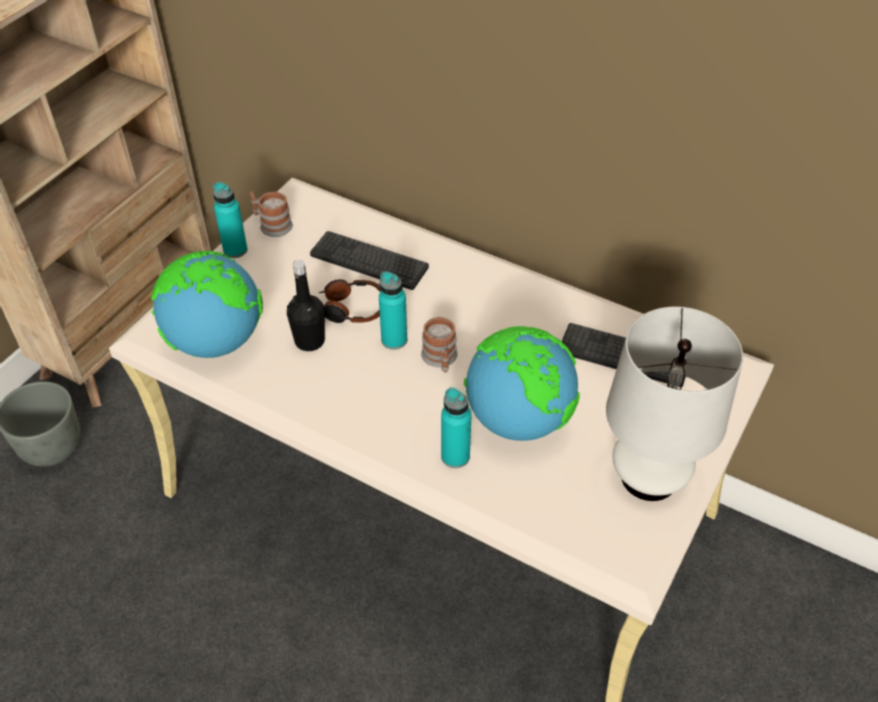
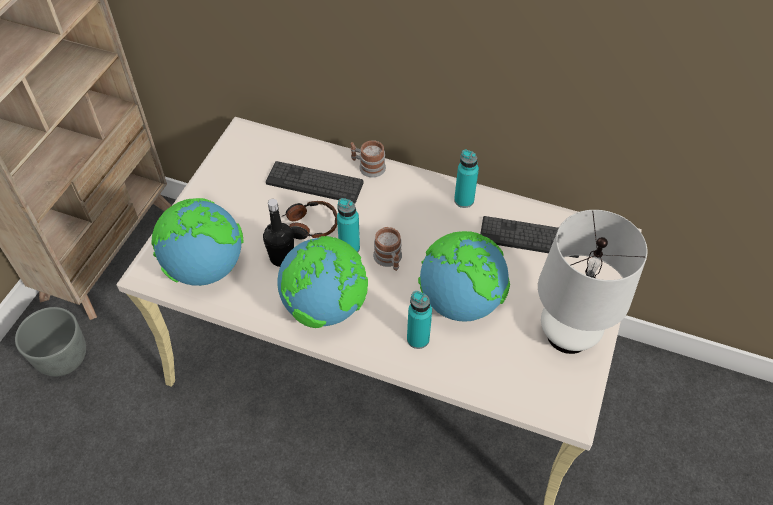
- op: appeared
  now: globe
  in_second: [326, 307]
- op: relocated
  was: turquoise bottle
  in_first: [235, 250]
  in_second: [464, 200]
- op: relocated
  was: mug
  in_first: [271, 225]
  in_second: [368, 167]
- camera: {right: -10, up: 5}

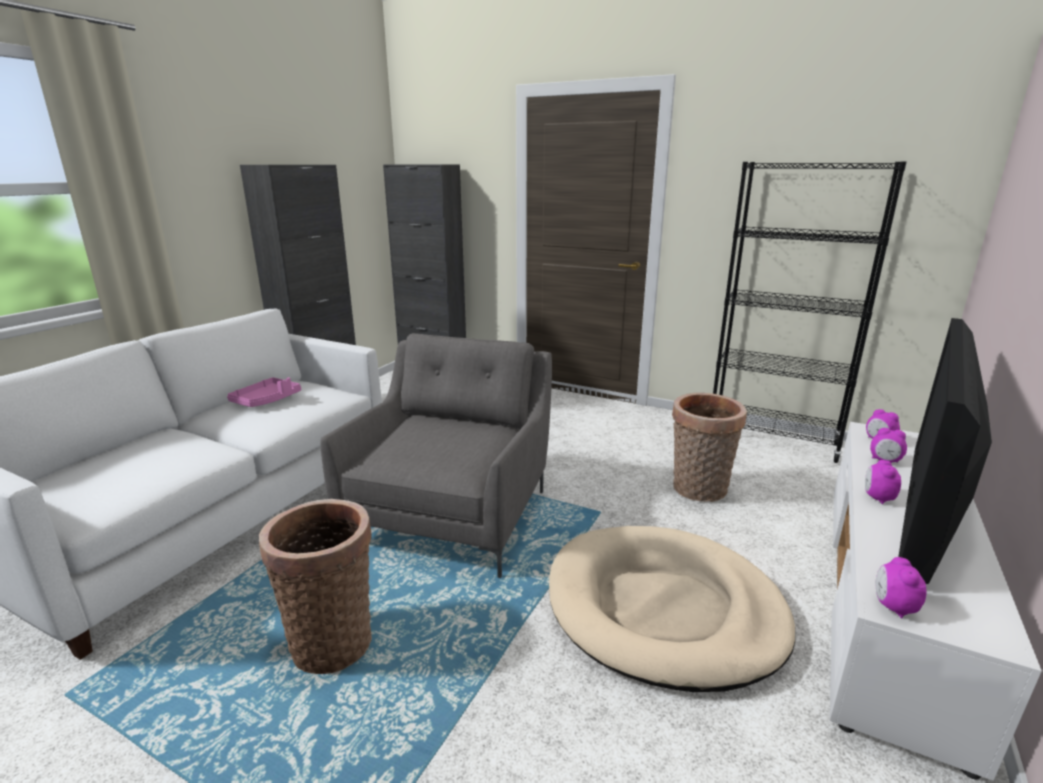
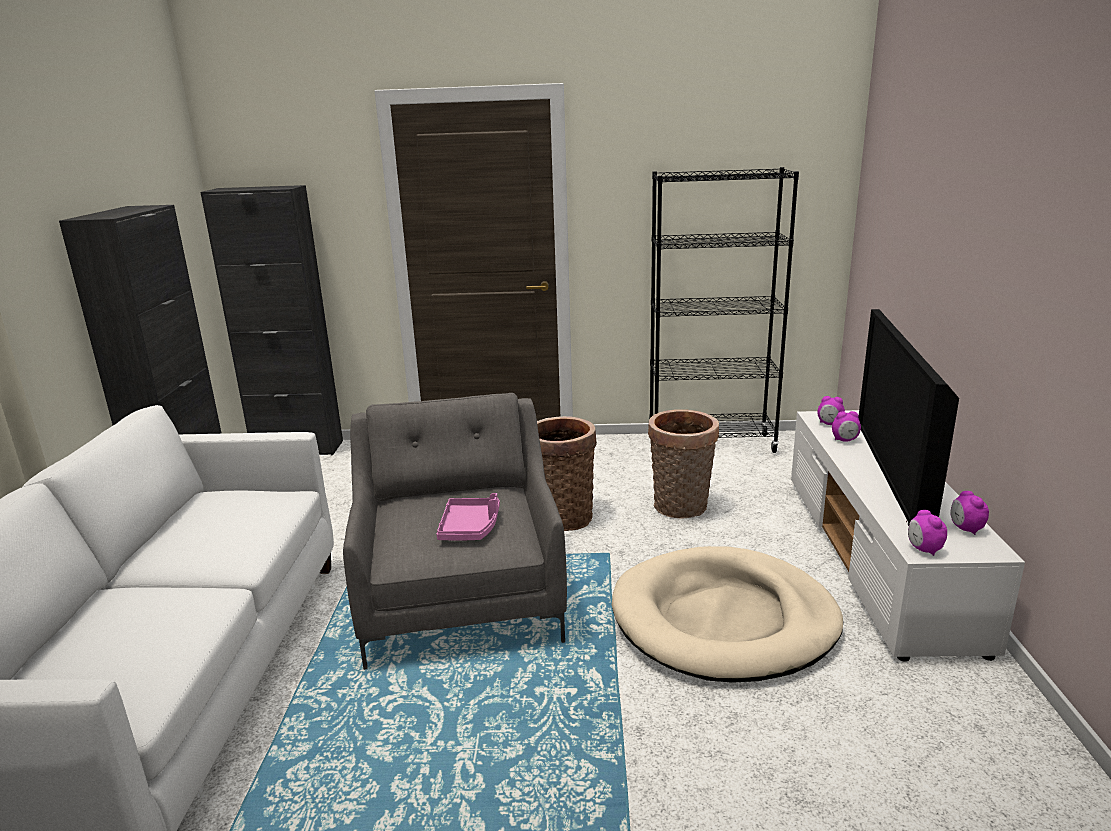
- op: relocated
  was: pink tray
  in_first: [267, 400]
  in_second: [470, 528]
- op: relocated
  was: basket
  in_first: [332, 640]
  in_second: [563, 516]
- op: relocated
  was: alarm clock
  in_first: [877, 498]
  in_second: [965, 529]
- camera: {right: -25, up: 0}

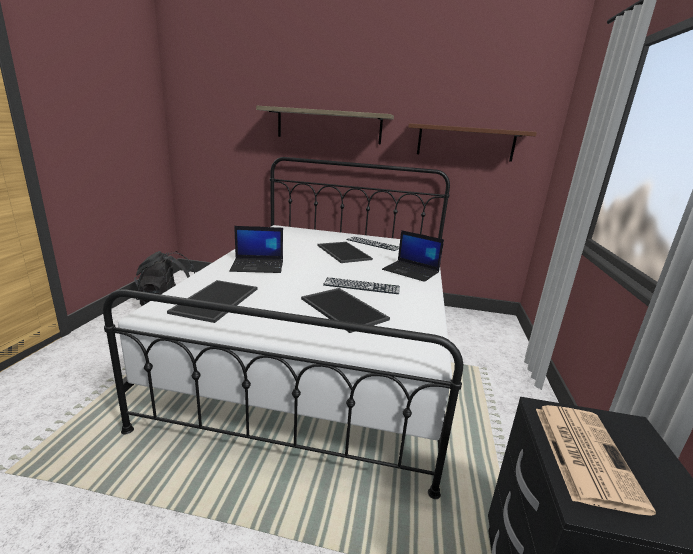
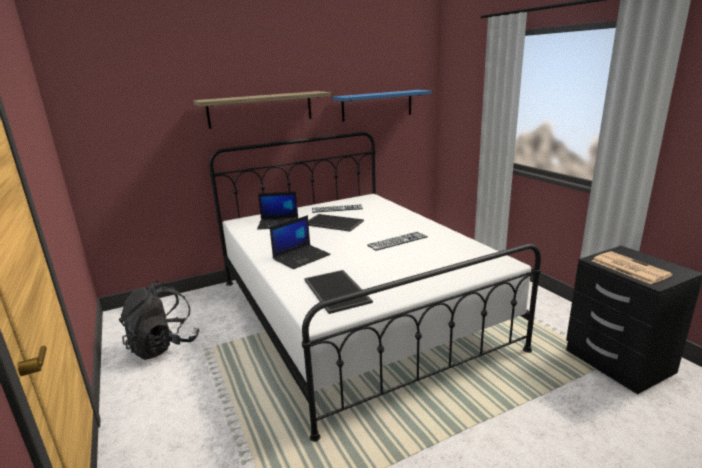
- op: missing
  was: tray
  in_first: [345, 309]
- op: relocated
  was: laptop
  in_first: [411, 271]
  in_second: [279, 223]
- op: colour
  was: brown shelf
  now: blue shelf
  in_first: [465, 143]
  in_second: [377, 105]
- camera: {right: -35, up: 0}

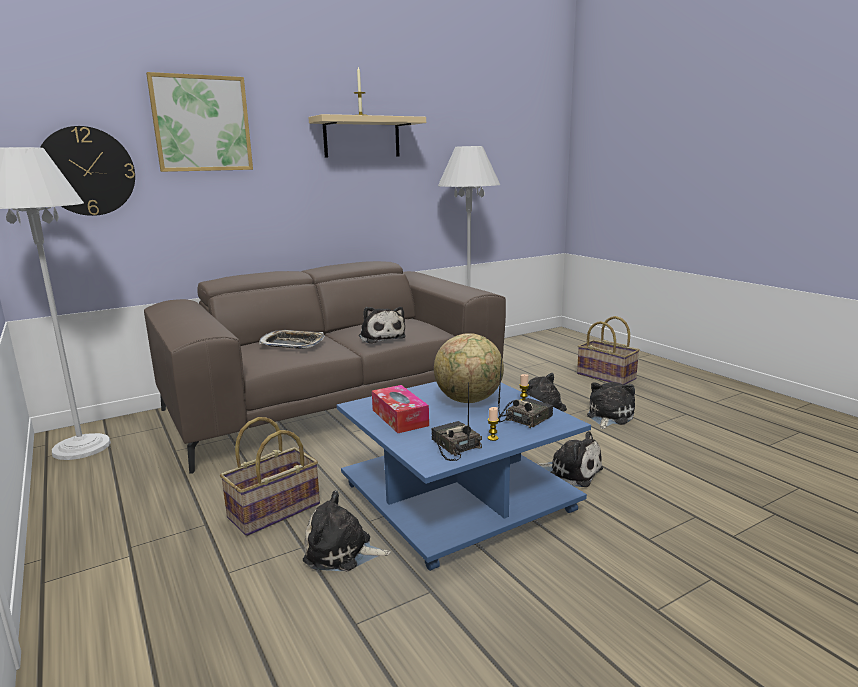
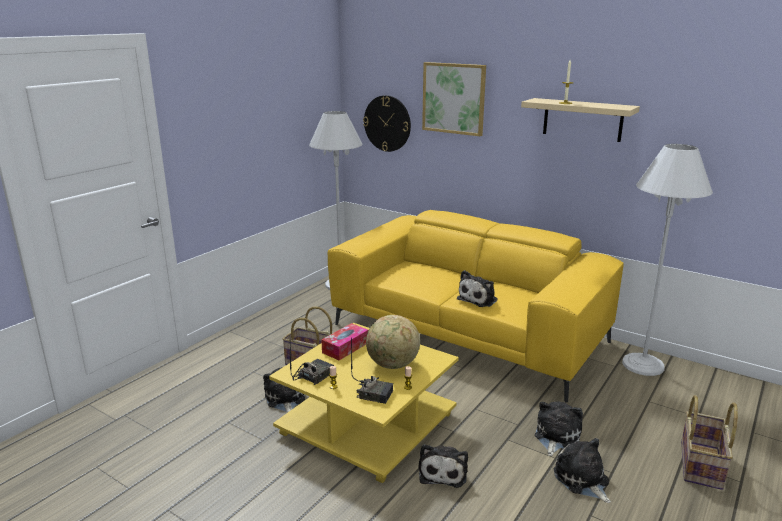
- op: missing
  was: tray
  in_first: [292, 344]
- op: colour
  was: brown sofa
  now: yellow sofa
  in_first: [334, 402]
  in_second: [468, 333]
- op: colour
  was: blue coffee table
  now: yellow coffee table
  in_first: [458, 496]
  in_second: [369, 424]
- op: spun
  was: plush toy
  in_first: [608, 416]
  in_second: [582, 480]
  clockwise: -120
- camera: {right: 65, up: 5}

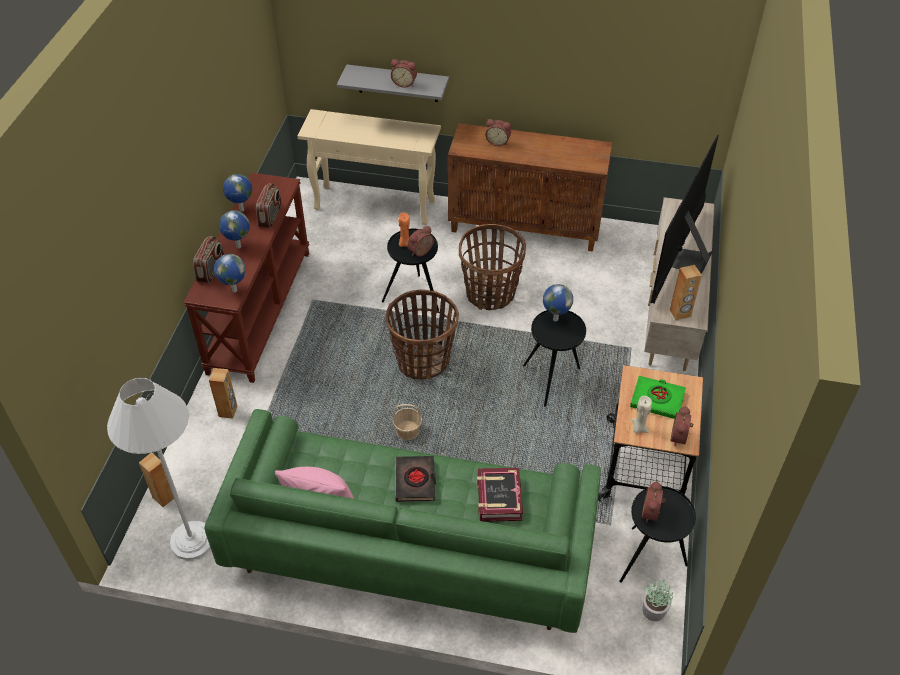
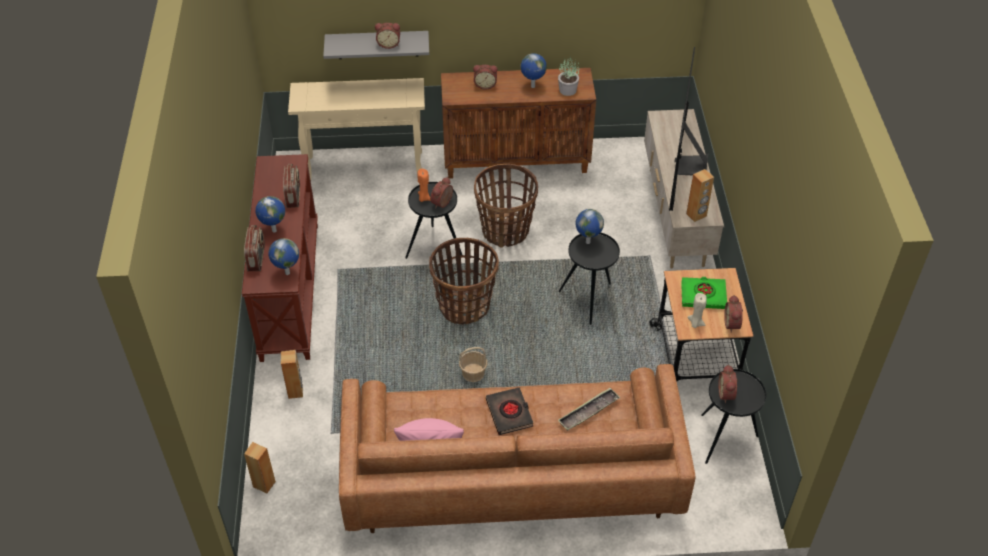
- op: missing
  was: white floor lamp
  in_first: [191, 540]
- op: relocated
  was: globe
  in_first: [241, 210]
  in_second: [532, 86]
- op: relocated
  was: potted plant
  in_first: [654, 611]
  in_second: [568, 90]
- op: exchanged
  was: book
  now: tray
  in_first: [498, 498]
  in_second: [588, 412]
- op: colour
  was: green sofa
  now: brown sofa
  in_first: [410, 545]
  in_second: [512, 474]
- camera: {right: -15, up: 0}

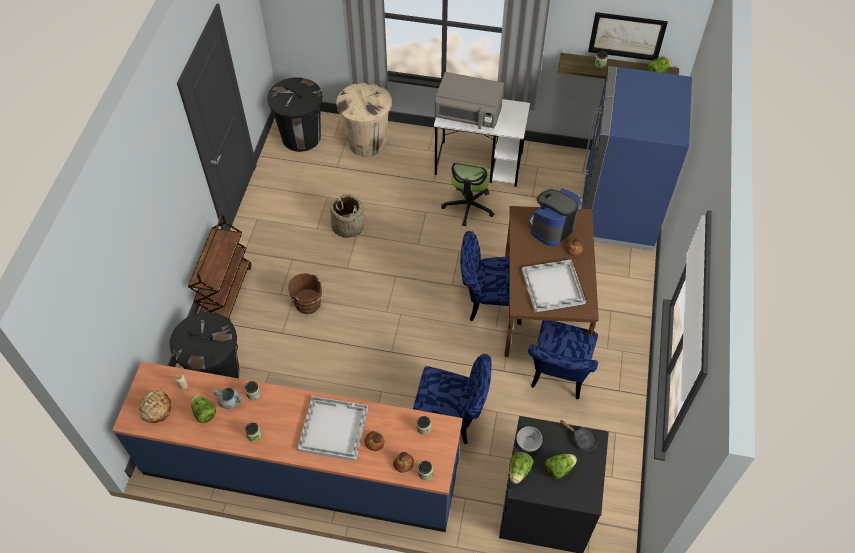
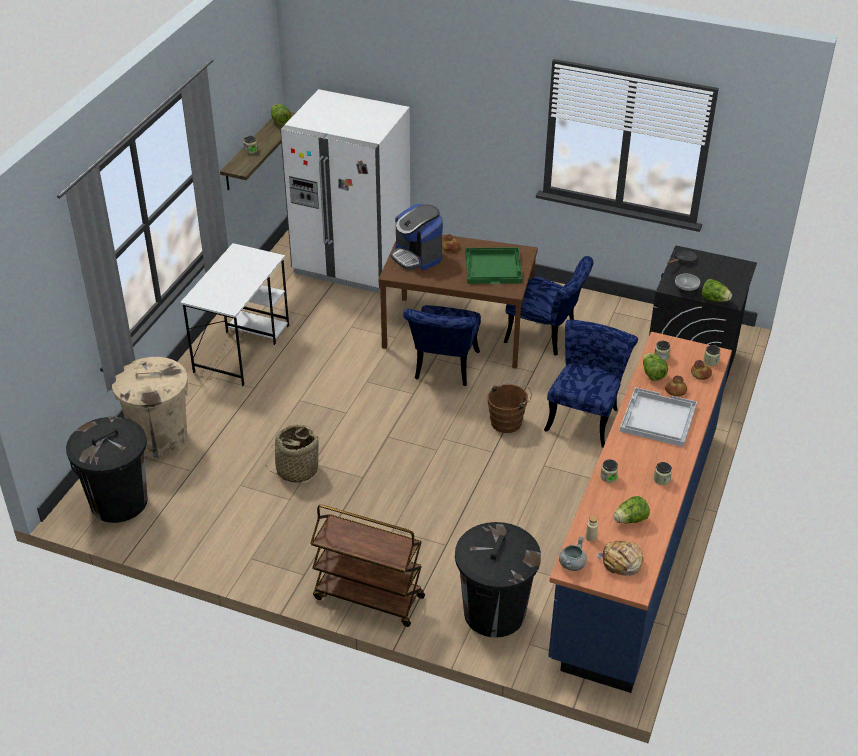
- op: missing
  was: grey microwave
  in_first: [468, 115]
- op: missing
  was: office chair
  in_first: [468, 206]
- op: missing
  was: picture
  in_first: [626, 36]
- op: relocated
  was: grey cooking pot
  in_first: [230, 401]
  in_second: [571, 564]
- op: relocated
  was: brown bucket
  in_first: [309, 304]
  in_second: [508, 421]
- op: relocated
  was: lettuce
  in_first: [559, 469]
  in_second: [652, 374]
- op: colour
  was: white tray
  now: green tray
  in_first: [553, 287]
  in_second: [493, 267]
- op: colour
  was: blue fridge
  now: white fridge
  in_first: [617, 211]
  in_second: [352, 263]
- camera: {right: -80, up: -15}

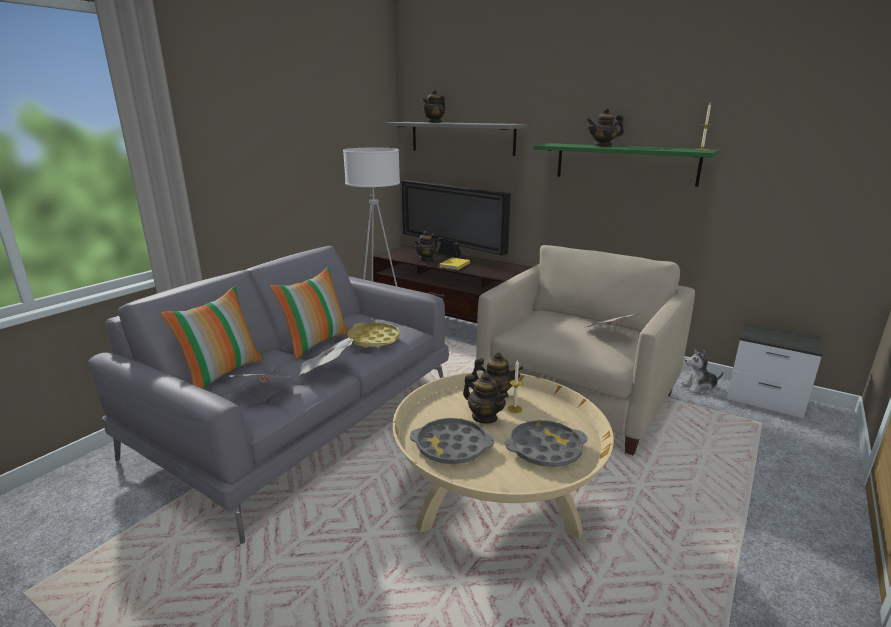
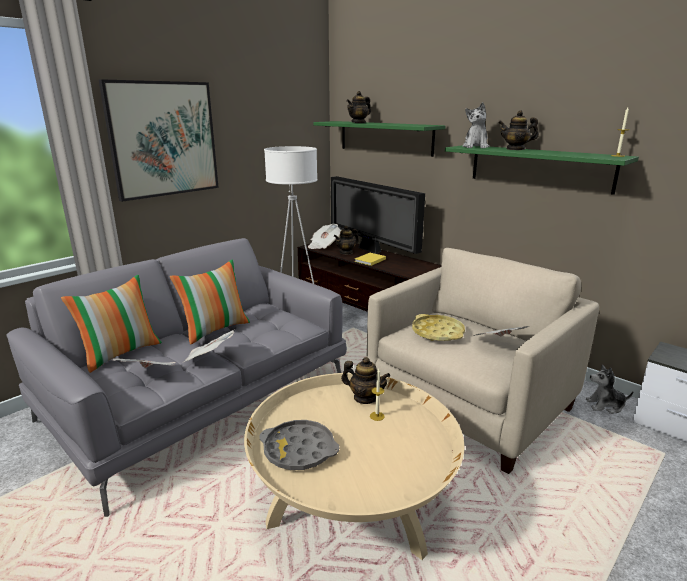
- op: missing
  was: teapot
  in_first: [484, 417]
- op: missing
  was: grey tray
  in_first: [545, 449]
- op: appeared
  now: picture
  in_second: [163, 139]
- op: appeared
  now: newspaper
  in_second: [324, 245]
- op: appeared
  now: plush toy
  in_second: [475, 147]
- op: relocated
  was: yellow tray
  in_first: [374, 339]
  in_second: [437, 332]
- op: colour
  was: grey shelf
  now: green shelf
  in_first: [461, 138]
  in_second: [385, 137]
- camera: {right: 10, up: 0}

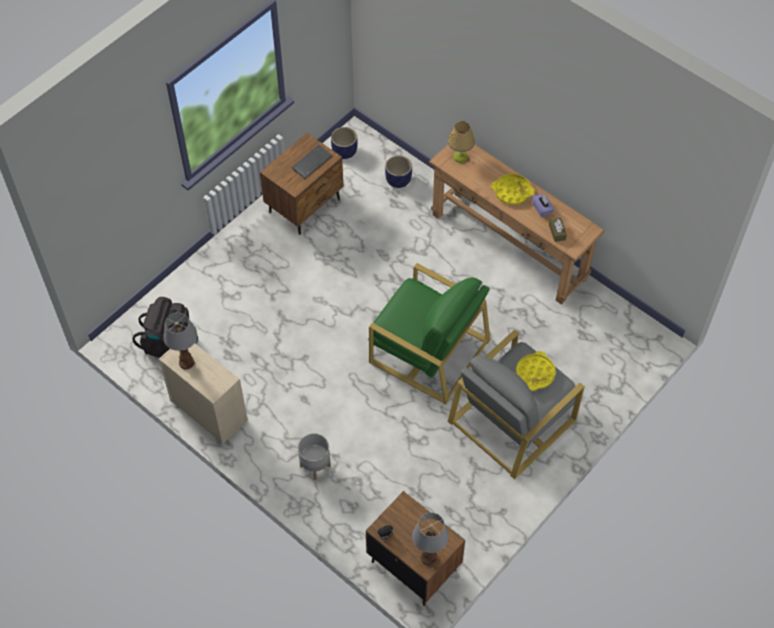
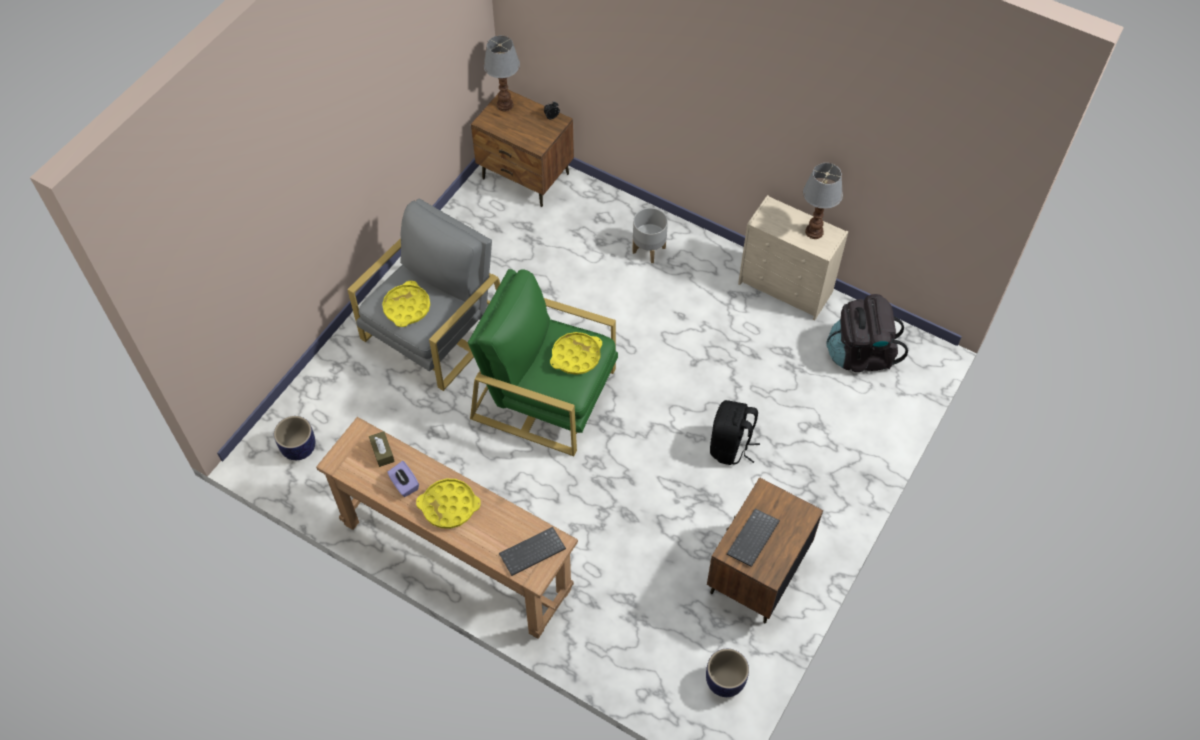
- op: appeared
  now: yellow tray
  in_second: [576, 356]
- op: appeared
  now: black backpack
  in_second: [730, 447]
- op: relocated
  was: planter
  in_first: [398, 180]
  in_second: [299, 447]
- op: exchanged
  was: table lamp
  now: keyboard
  in_first: [460, 157]
  in_second: [532, 553]
- camera: {right: 170, up: 0}

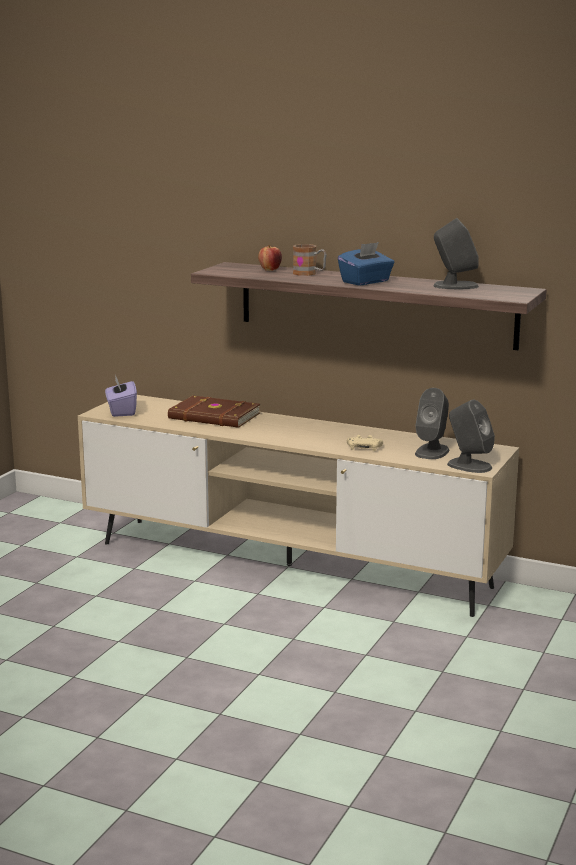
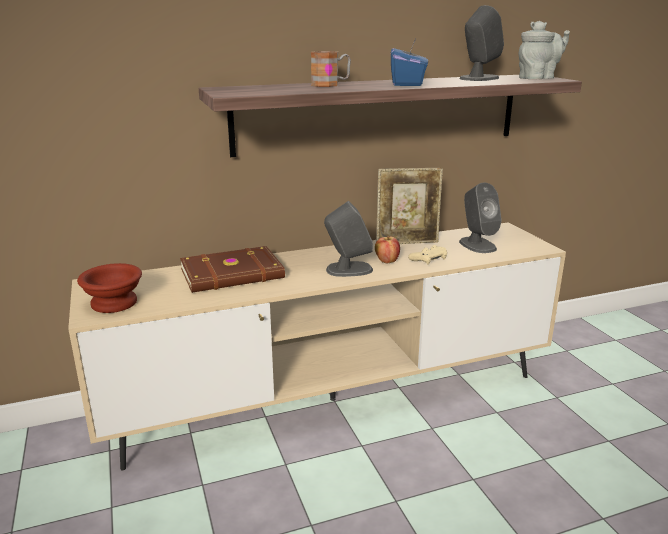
- op: appeared
  now: picture frame
  in_second: [407, 243]
- op: appeared
  now: grey teapot
  in_second: [538, 78]
- op: relocated
  was: apple
  in_first: [270, 270]
  in_second: [387, 261]
- op: relocated
  was: grey speaker
  in_first: [469, 465]
  in_second: [348, 269]
- op: exchanged
  was: purple tissue box
  now: brown bowl
  in_first: [121, 411]
  in_second: [116, 303]
- camera: {right: -45, up: 5}

